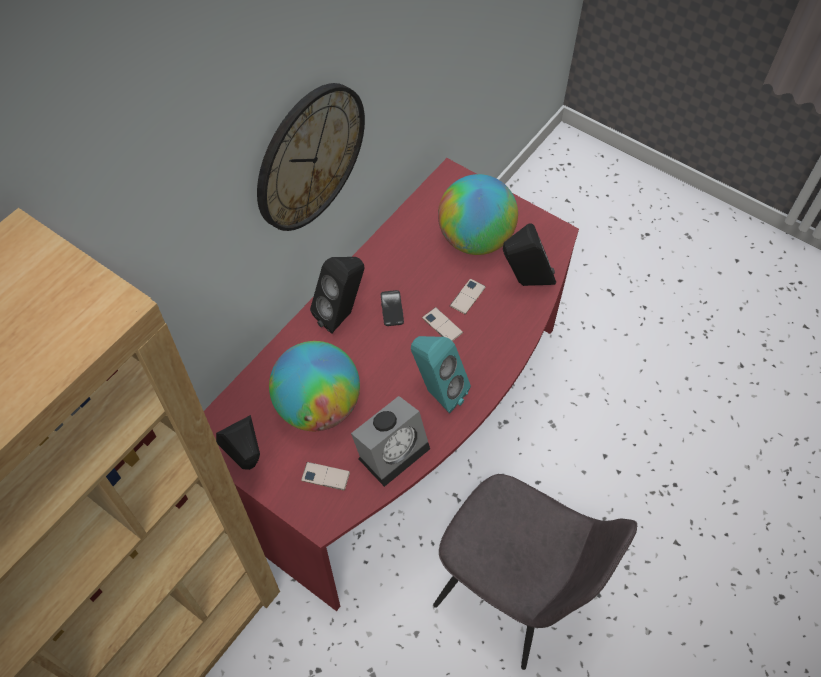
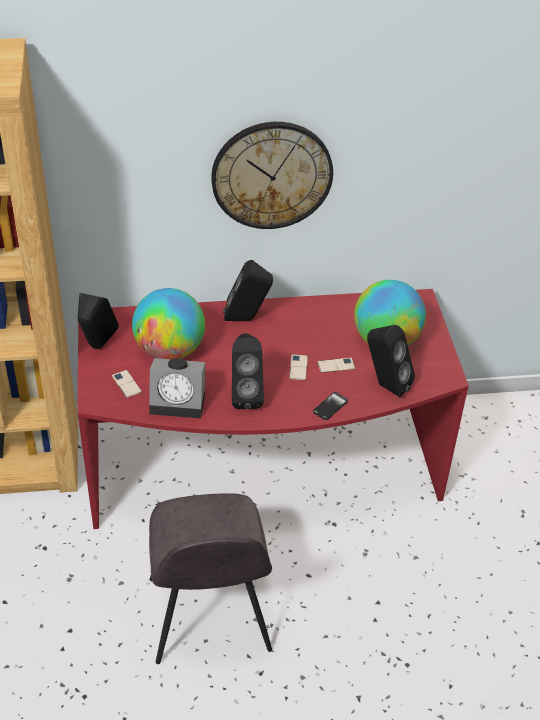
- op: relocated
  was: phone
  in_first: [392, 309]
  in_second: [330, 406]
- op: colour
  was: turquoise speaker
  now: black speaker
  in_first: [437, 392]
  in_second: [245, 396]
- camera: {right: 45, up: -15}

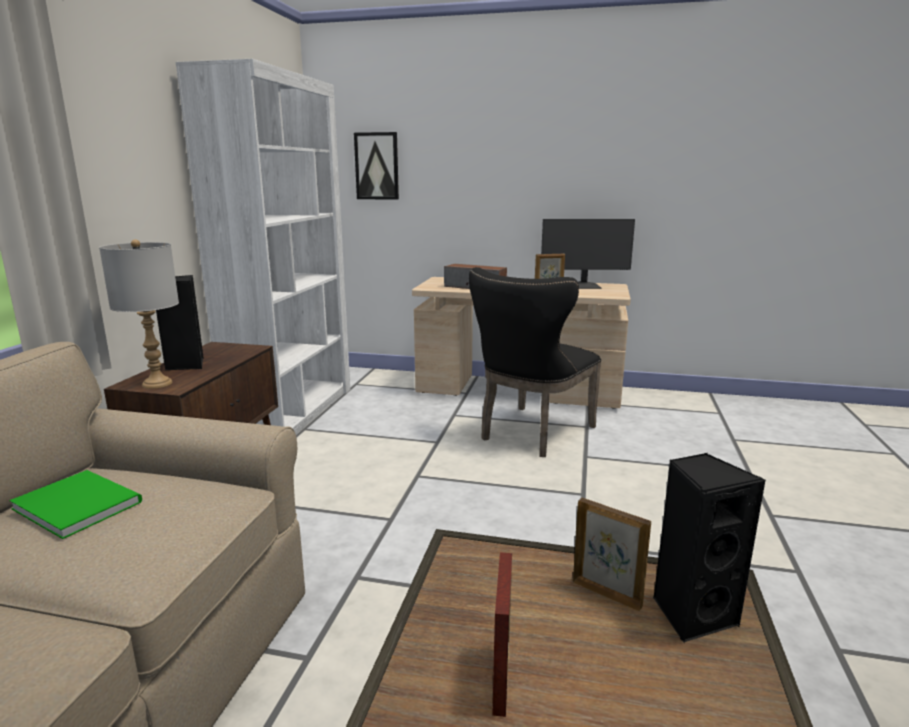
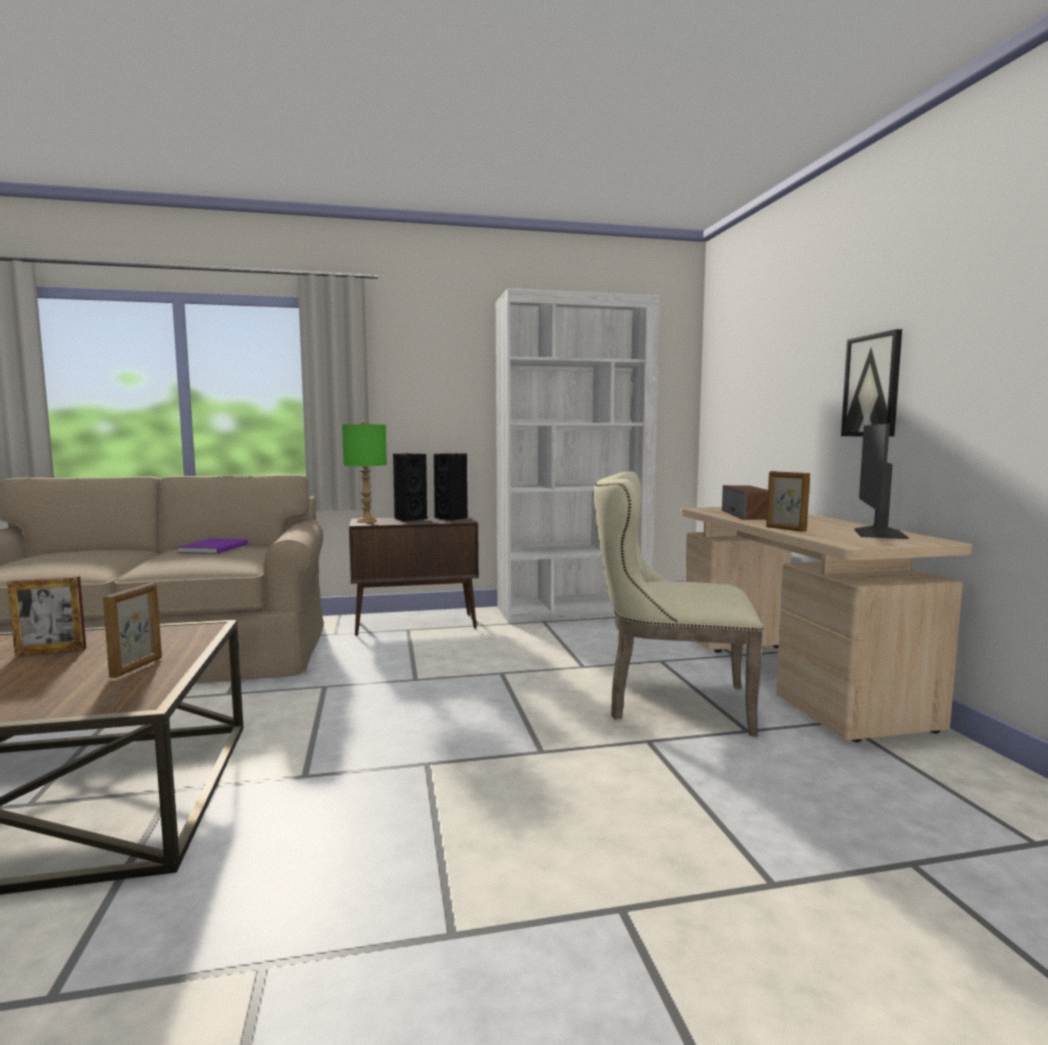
- op: relocated
  was: picture
  in_first: [377, 166]
  in_second: [872, 386]
- op: relocated
  was: black speaker
  in_first: [691, 614]
  in_second: [452, 518]
- op: colour
  was: green book
  now: purple book
  in_first: [78, 503]
  in_second: [216, 548]
- op: colour
  was: grey table lamp
  now: green table lamp
  in_first: [158, 383]
  in_second: [367, 521]
- op: colour
  was: black chair
  now: beige chair
  in_first: [531, 434]
  in_second: [668, 703]
- op: spun
  was: monitor
  in_first: [583, 286]
  in_second: [878, 534]
  clockwise: 45
- camera: {right: 65, up: -10}

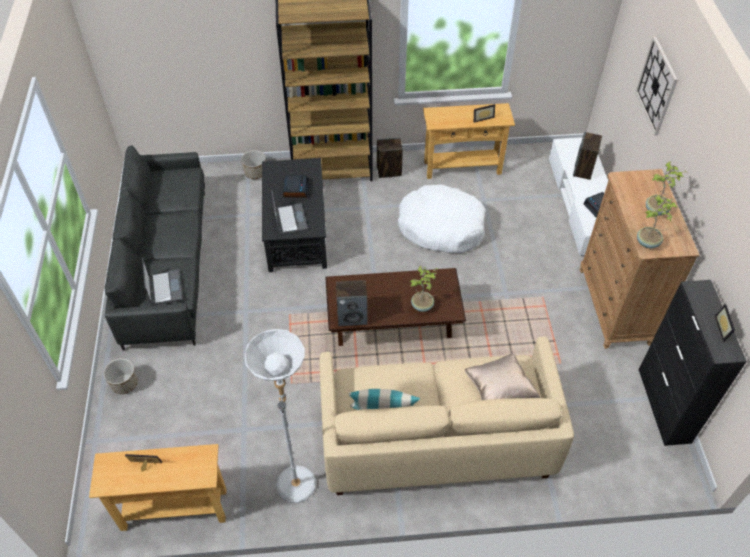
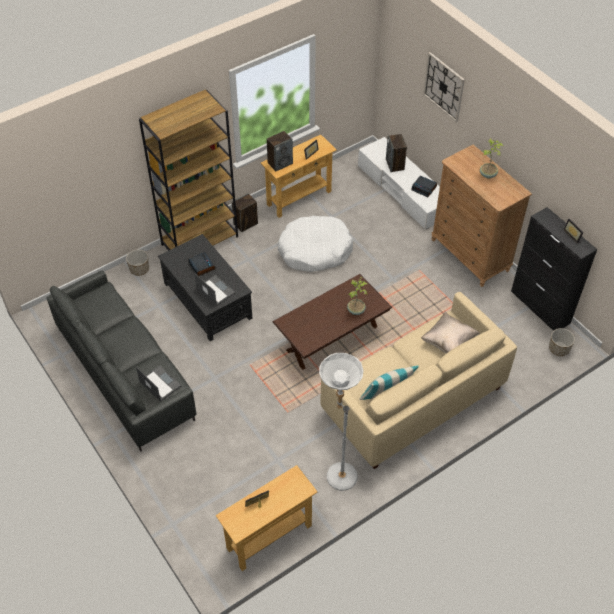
- op: missing
  was: potted plant
  in_first: [648, 243]
- op: relocated
  was: planter
  in_first: [124, 384]
  in_second: [558, 349]
- op: relocated
  was: speaker
  in_first: [352, 317]
  in_second: [280, 163]
- camera: {right: -30, up: 0}

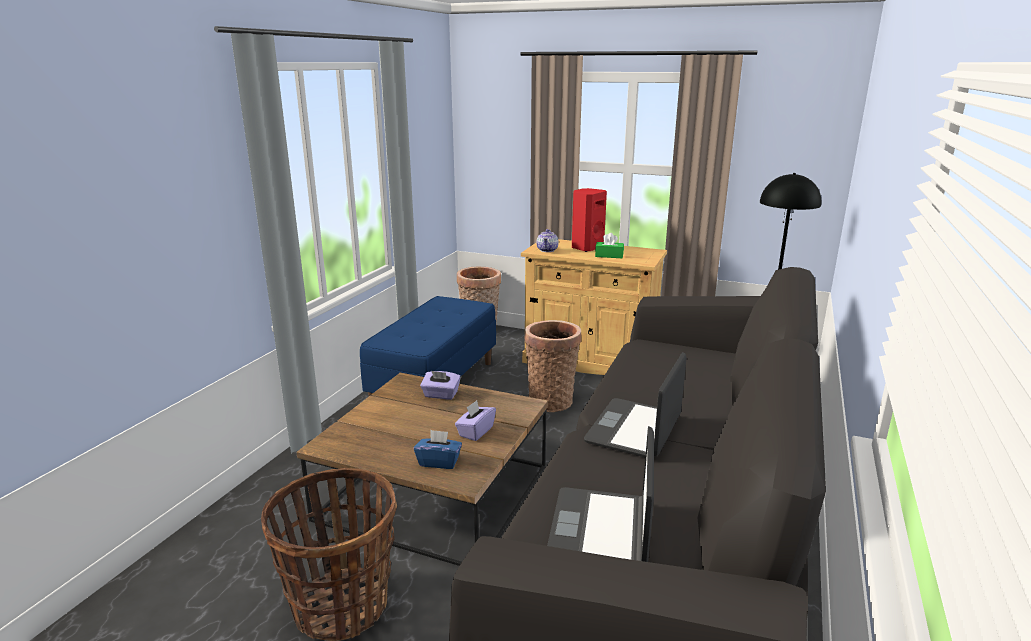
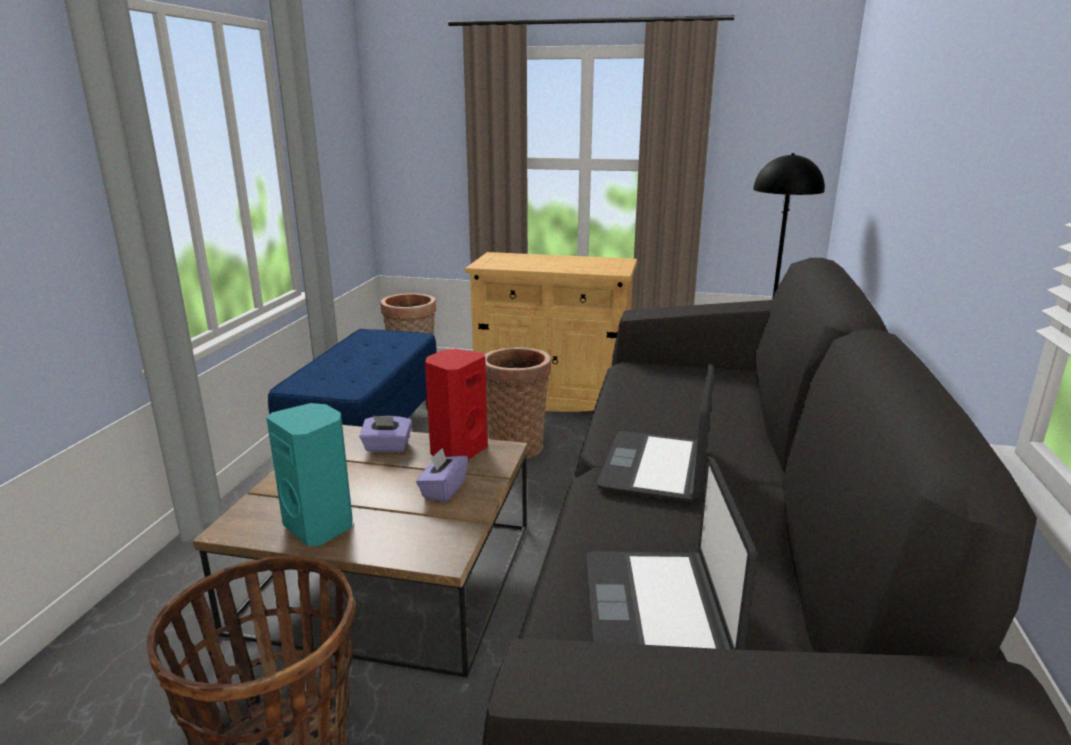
- op: missing
  was: blue tissue box
  in_first: [439, 462]
- op: missing
  was: teapot
  in_first: [547, 250]
- op: missing
  was: green tissue box
  in_first: [609, 255]
- op: appeared
  now: turquoise speaker
  in_second: [321, 526]
- op: relocated
  was: red speaker
  in_first: [586, 248]
  in_second: [457, 451]
- camera: {right: -10, up: 0}

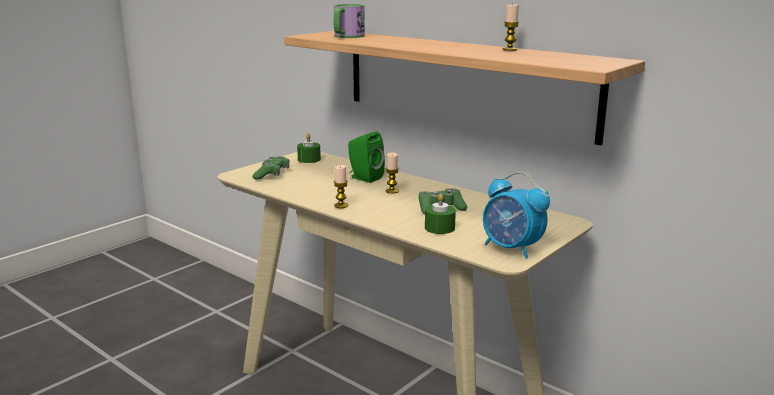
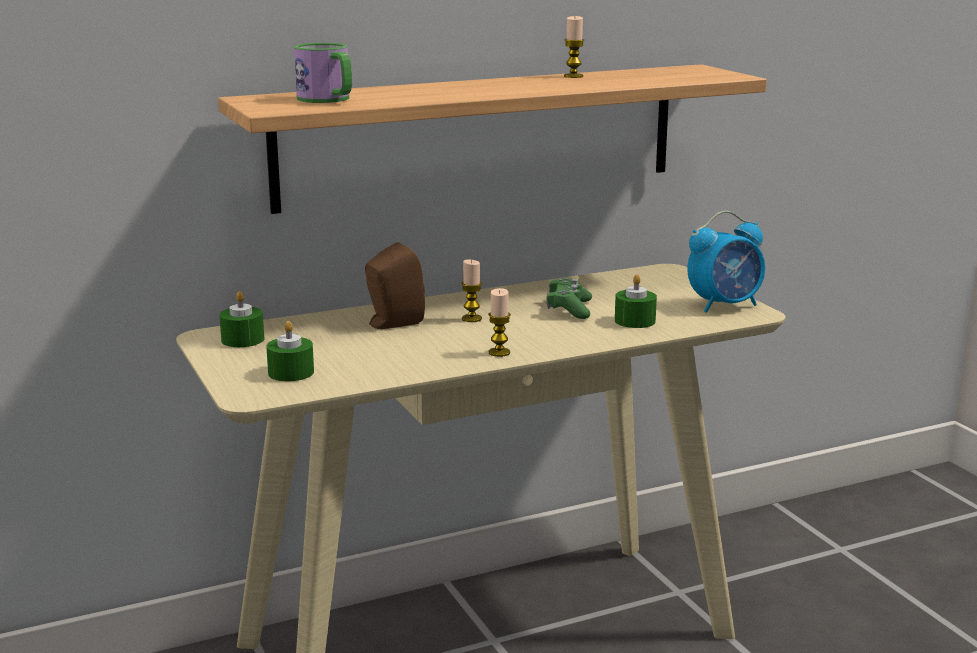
- op: exchanged
  was: green game controller
  now: green candle
  in_first: [272, 175]
  in_second: [291, 372]
- op: colour
  was: green speaker
  now: brown speaker
  in_first: [364, 178]
  in_second: [392, 323]
- camera: {right: -65, up: 0}

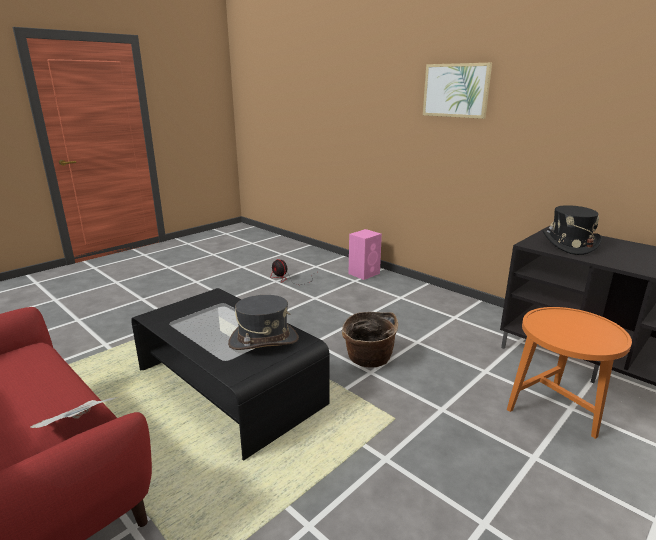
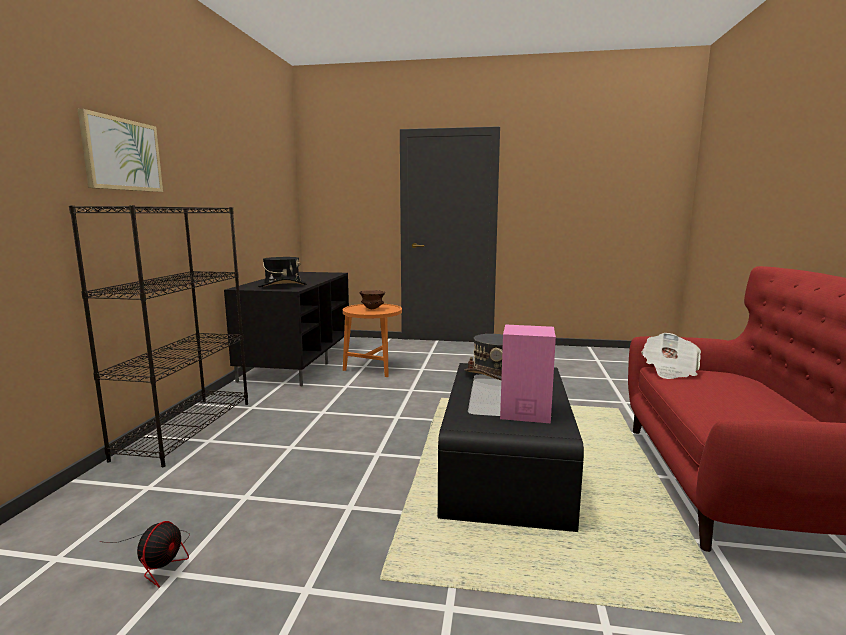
- op: missing
  was: basket
  in_first: [368, 360]
- op: appeared
  now: black bookcase
  in_second: [186, 428]
- op: appeared
  now: brown bowl
  in_second: [373, 309]
- op: relocated
  was: pink speaker
  in_first: [364, 273]
  in_second: [523, 412]
- camera: {right: -125, up: -10}

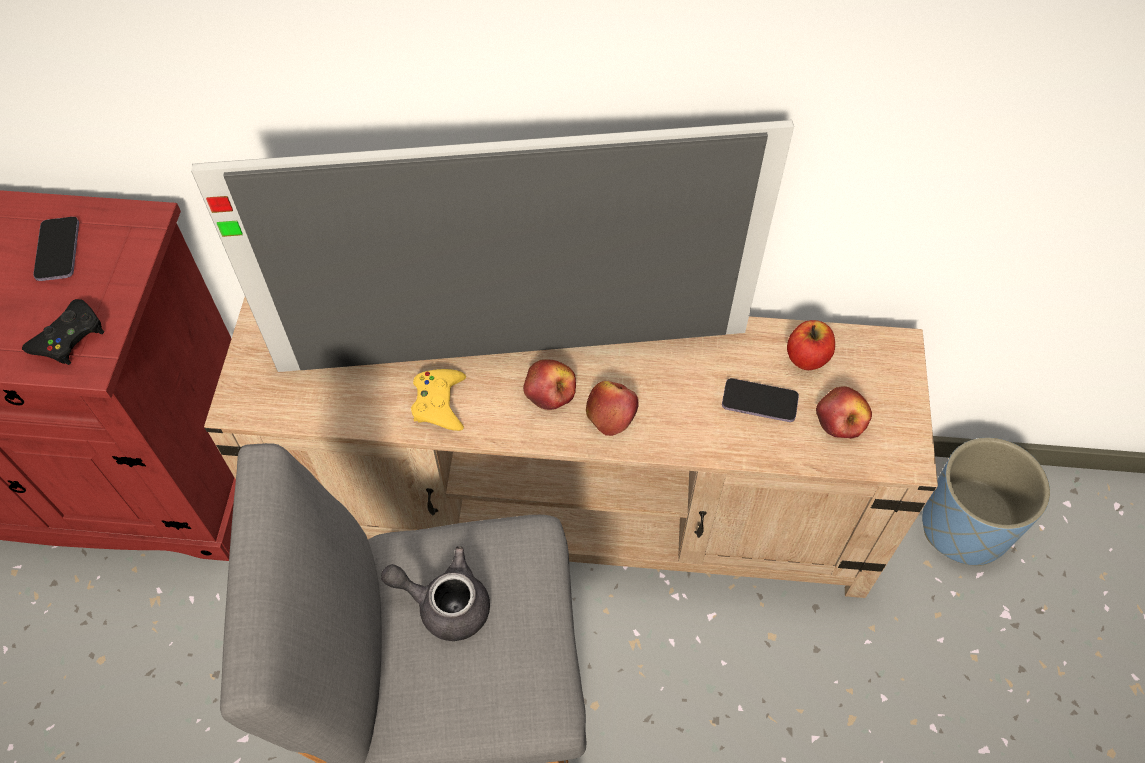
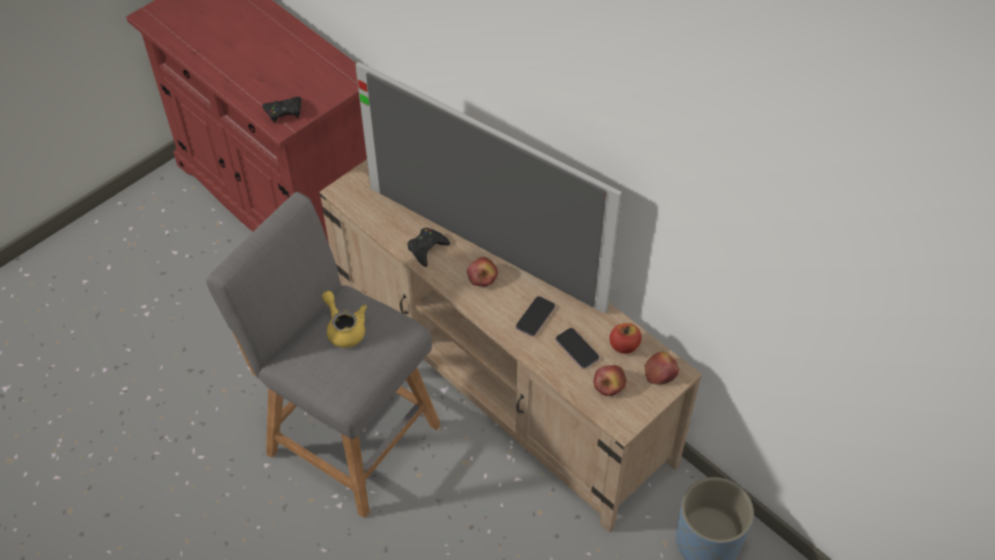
- op: relocated
  was: phone
  in_first: [58, 250]
  in_second: [535, 317]
- op: relocated
  was: apple
  in_first: [611, 412]
  in_second: [660, 372]
- op: colour
  was: grey teapot
  now: yellow teapot
  in_first: [445, 603]
  in_second: [344, 328]
- op: colour
  was: yellow game controller
  now: black game controller
  in_first: [439, 403]
  in_second: [427, 248]
- camera: {right: 40, up: -5}

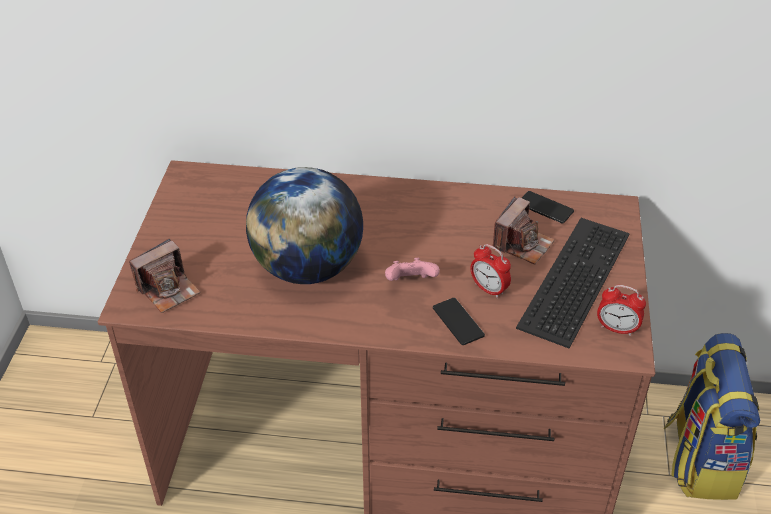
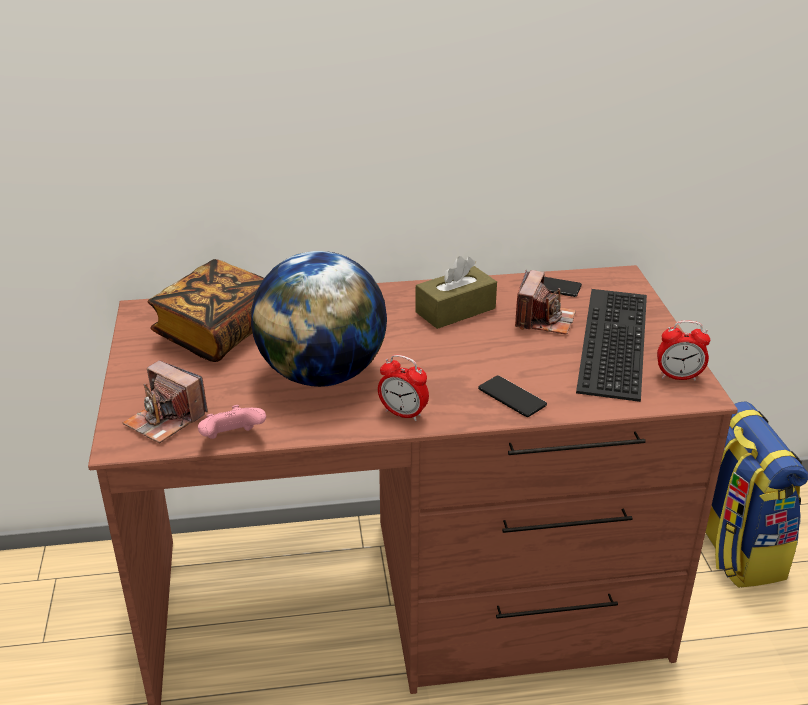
- op: appeared
  now: book
  in_second: [218, 332]
- op: appeared
  now: brown tissue box
  in_second: [455, 310]
- op: relocated
  was: pink game controller
  in_first: [410, 283]
  in_second: [232, 439]
- op: relocated
  was: alarm clock
  in_first: [489, 289]
  in_second: [403, 413]
- op: spun
  was: photo camera
  in_first: [168, 289]
  in_second: [165, 420]
  clockwise: 90
- camera: {right: -15, up: -10}

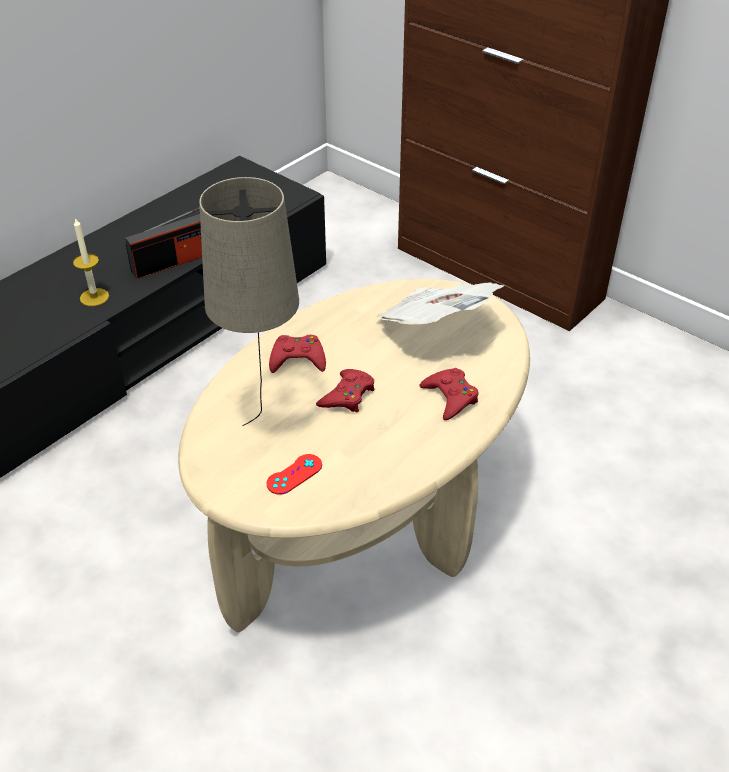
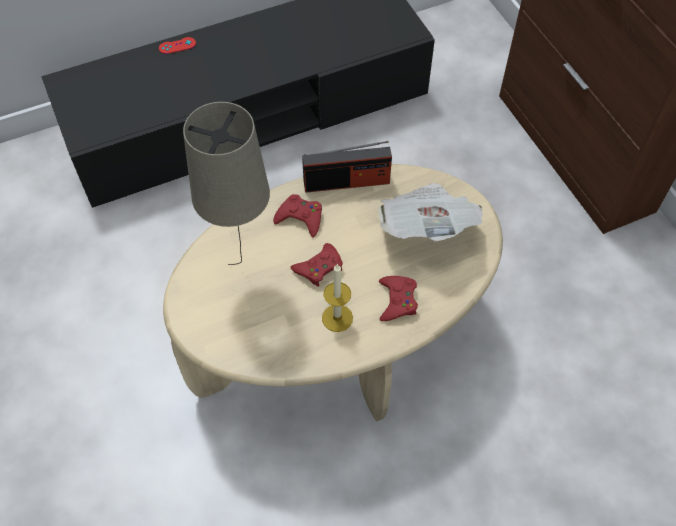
- op: relocated
  was: candle
  in_first: [94, 297]
  in_second: [337, 318]
- op: relocated
  was: radio
  in_first: [173, 262]
  in_second: [346, 182]
- op: relocated
  was: red game controller
  in_first: [294, 474]
  in_second: [177, 46]
- camera: {right: 25, up: 15}

